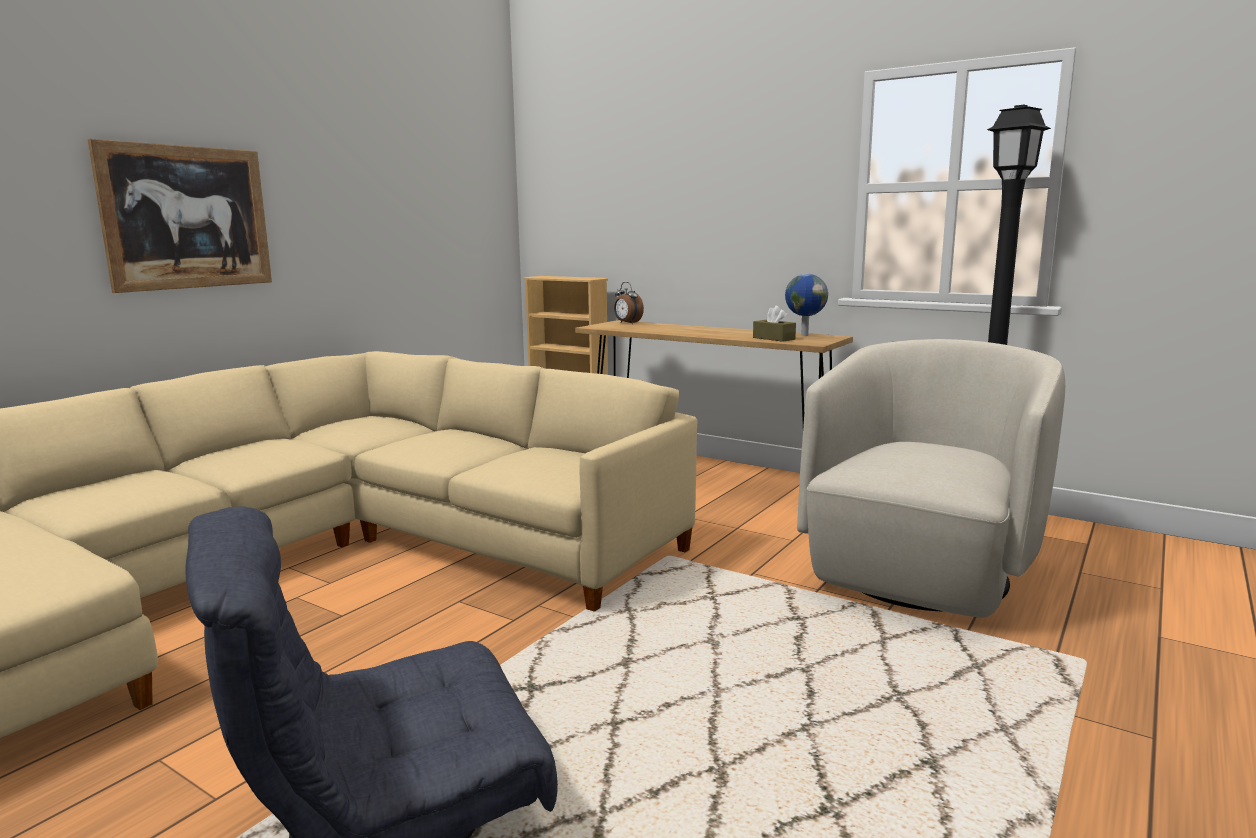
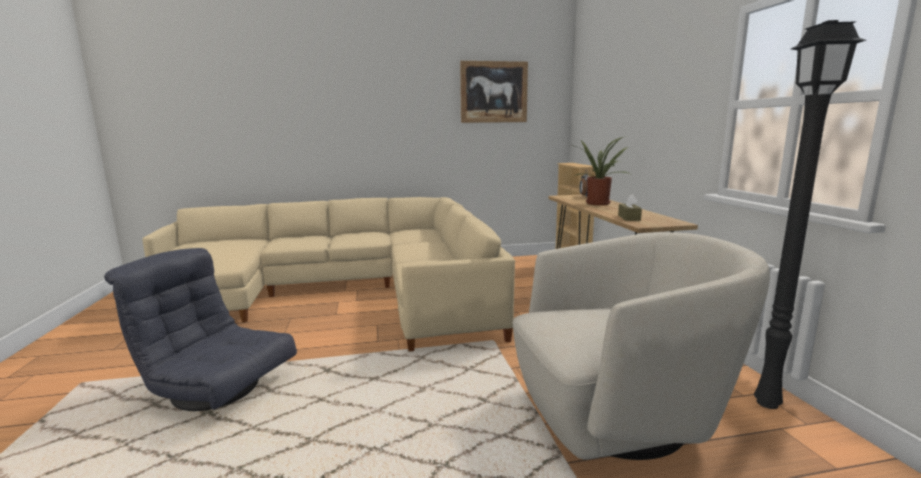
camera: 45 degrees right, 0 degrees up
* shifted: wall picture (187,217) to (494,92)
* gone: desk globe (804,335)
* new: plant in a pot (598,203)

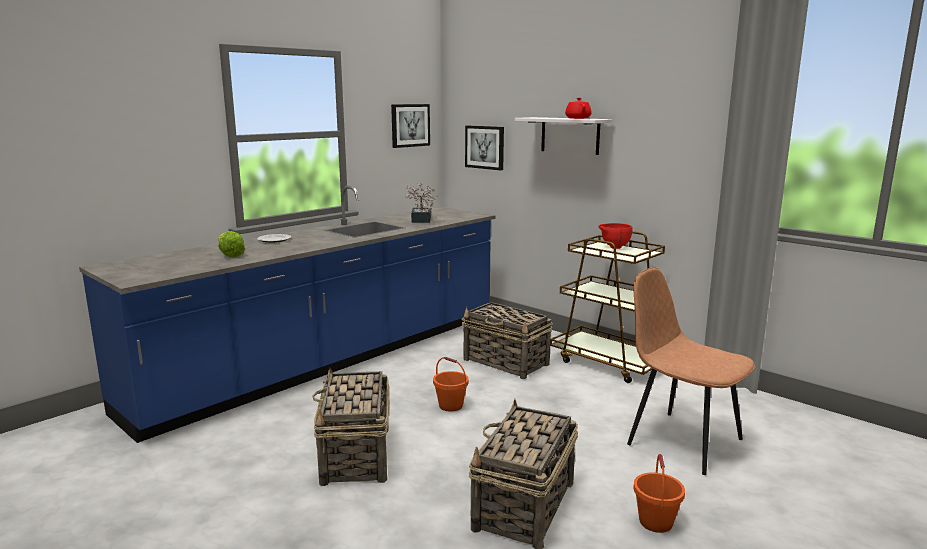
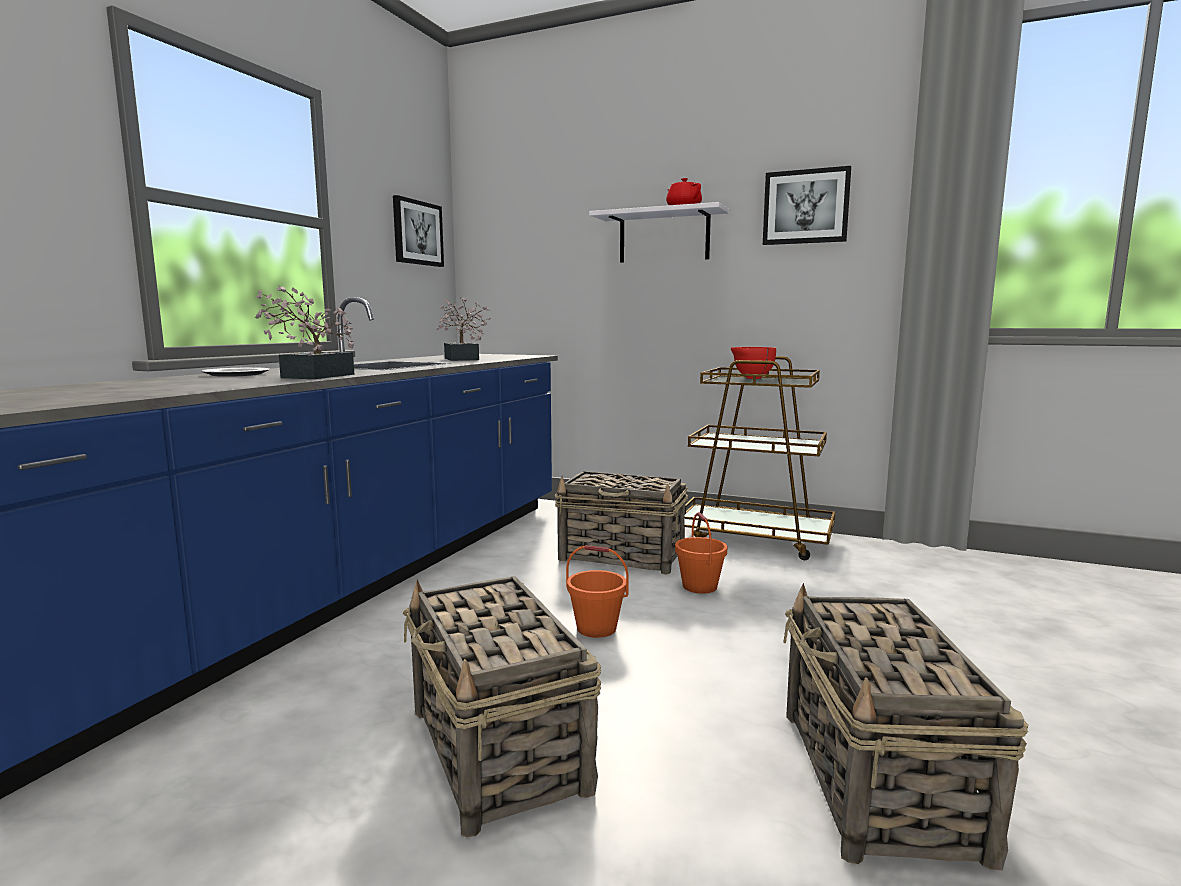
camera: 20 degrees left, 5 degrees down
* gone: head of lettuce (230,255)
* shifted: wall picture (485,147) to (806,207)
* gone: chair in brown (682,441)
* shifted: pail in orange-coloured (656,522) to (700,586)
* new: plant in a pot (312,377)

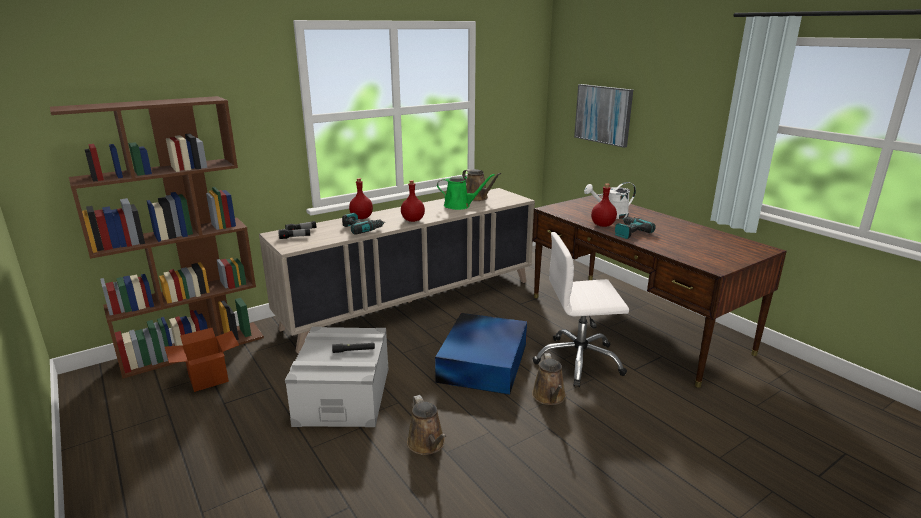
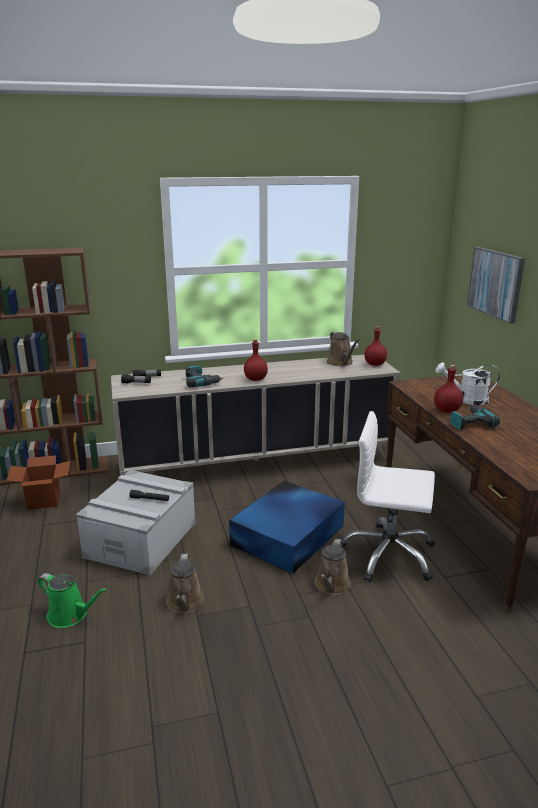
camera: 20 degrees right, 0 degrees up
* shifted: drink bottle in reddish (361,217) to (374,364)
* shifted: watering pot in greenish (460,206) to (70,615)

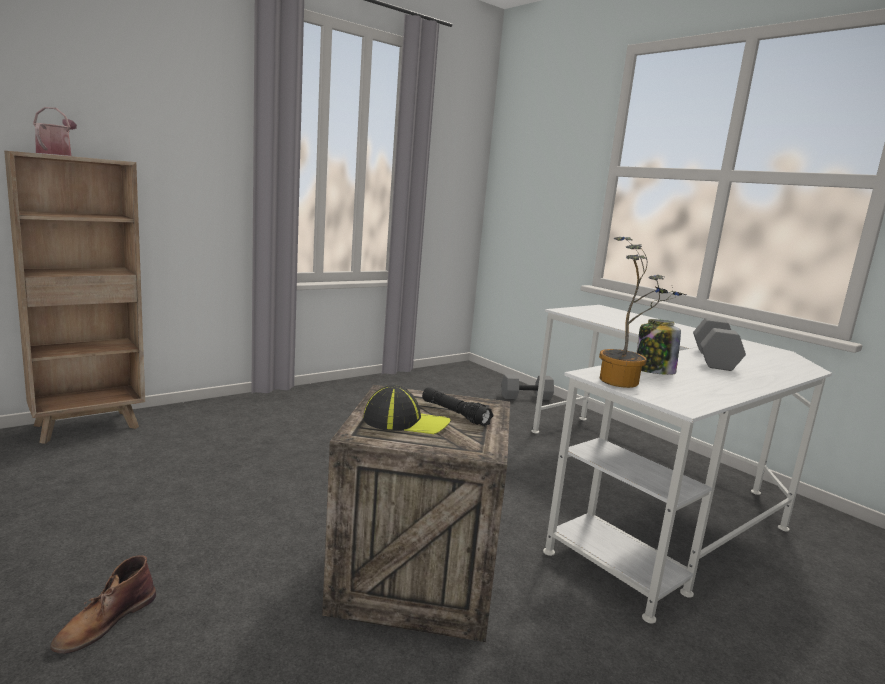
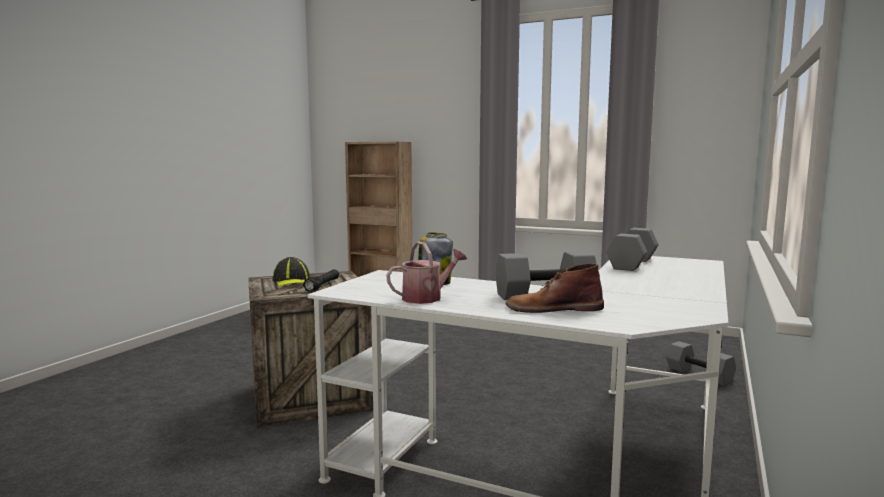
camera: 65 degrees right, 5 degrees down
* shifted: watering pot (56,154) to (427,297)
* shifted: boot in brown (105,621) to (553,308)
* gone: plant in a pot (625,382)
* new: hand weight in grey (633,264)

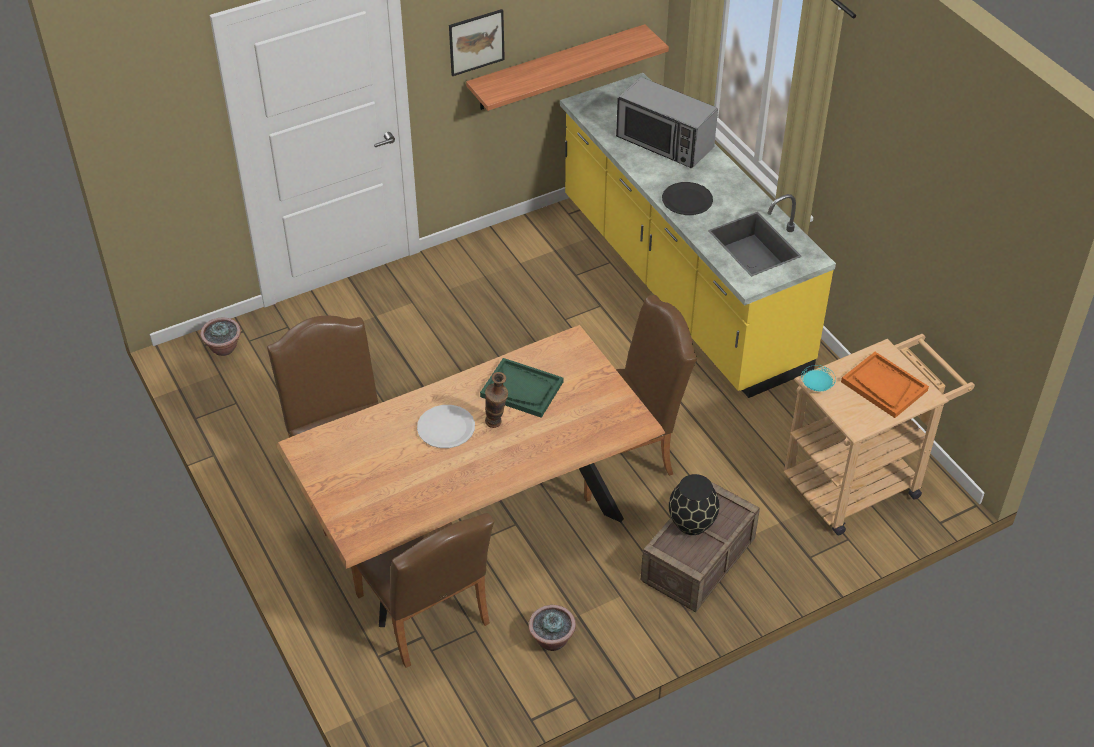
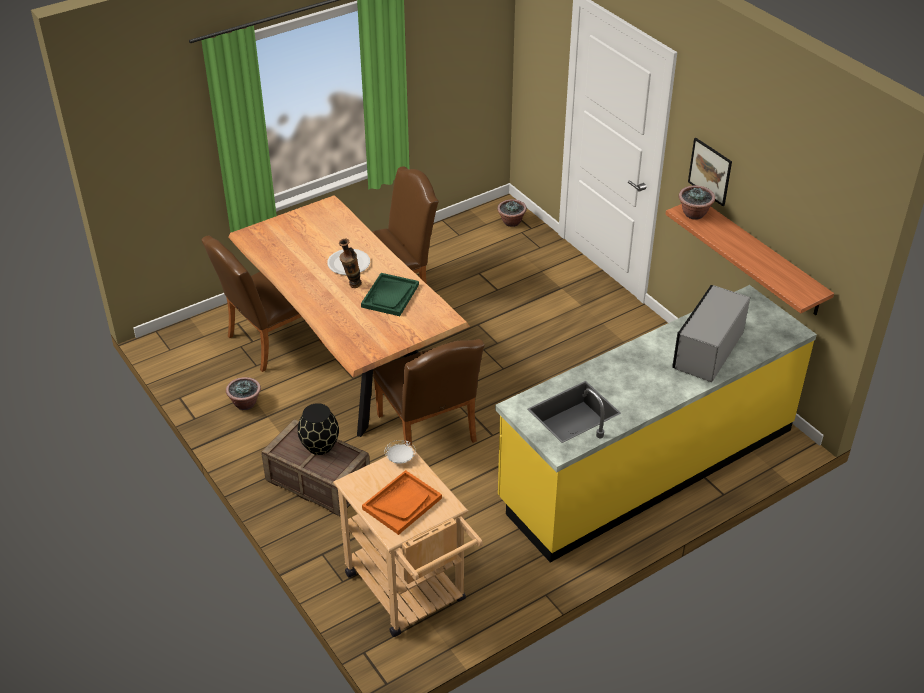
camera: 85 degrees right, 5 degrees down
* gone: flat dish in black-coloured (687,200)
* repainted: flat dish in turquoise (817,385) to flat dish in white-coloured (400,458)
* new: plant in a pot (694,214)

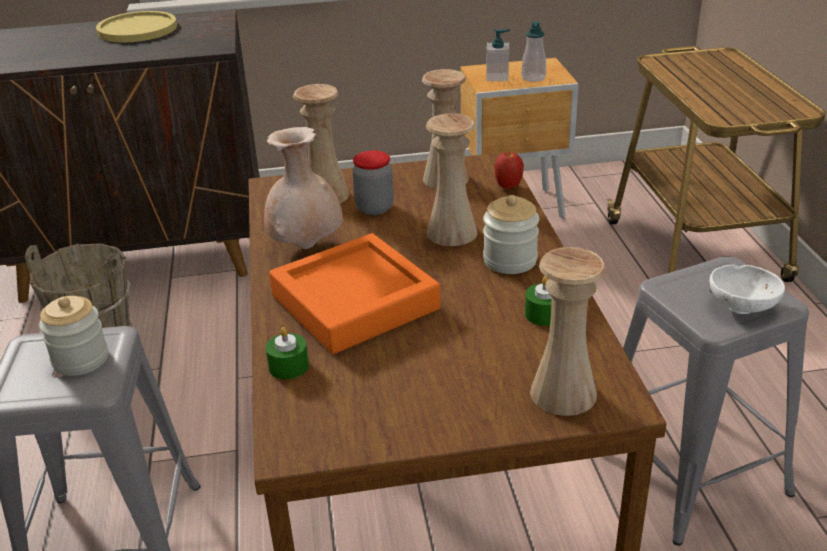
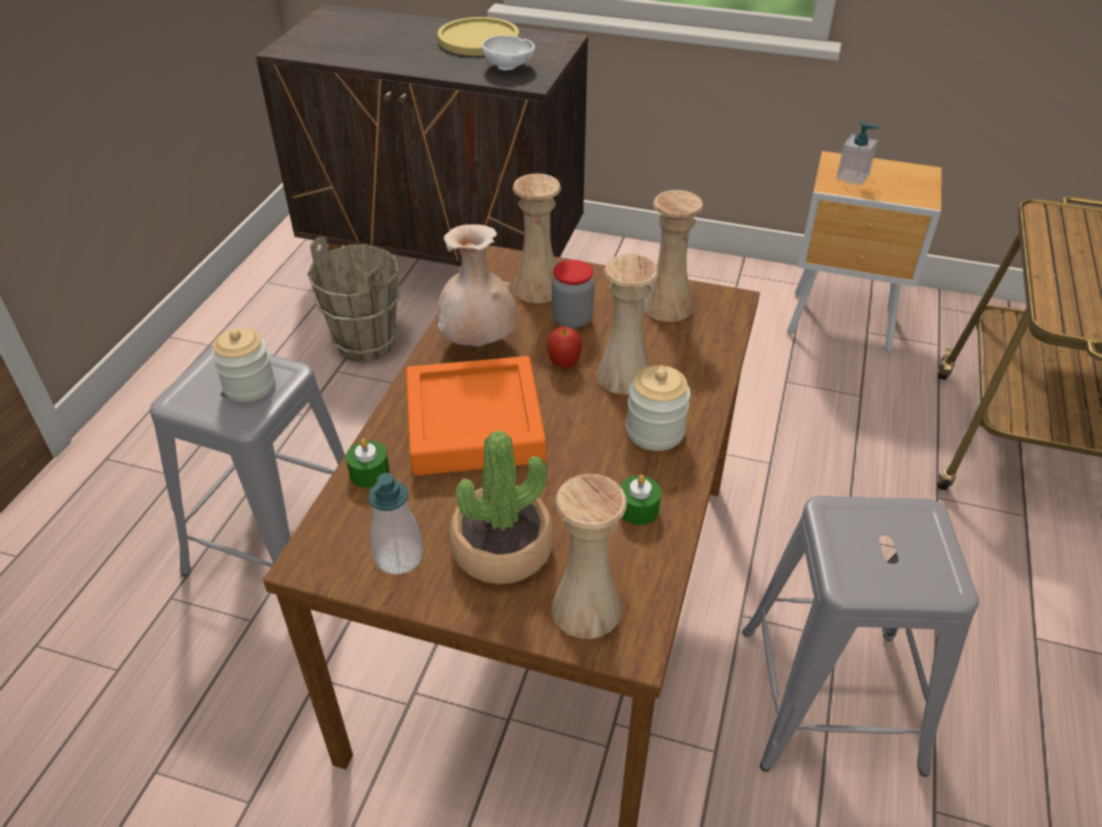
camera: 25 degrees right, 10 degrees up
* shifted: whole apple (508,187) to (564,364)
* shifted: soap bottle (533,78) to (399,557)
* shifted: bowl in white-coloured (743,306) to (509,67)
* new: plant in a pot (502,549)

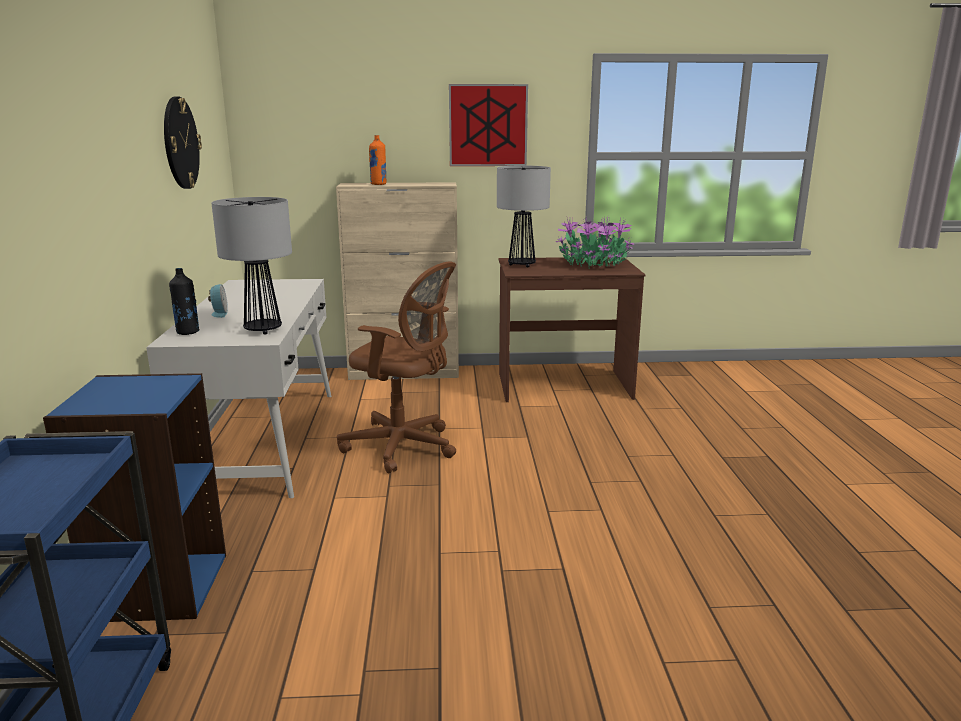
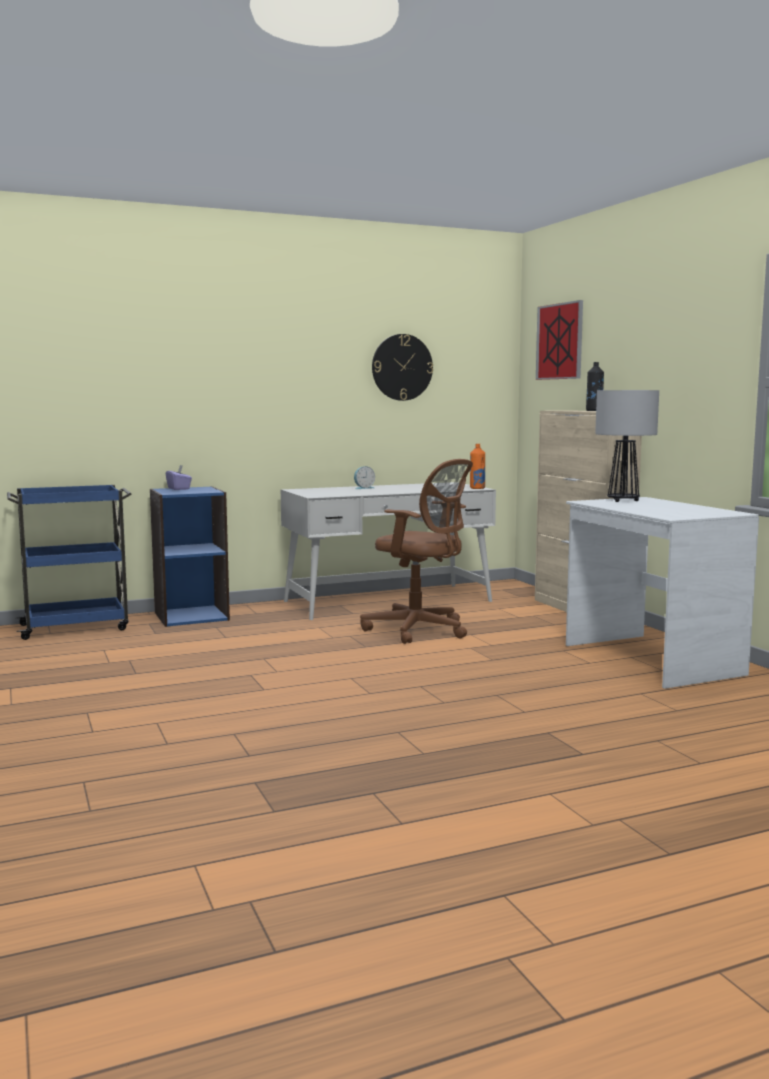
camera: 70 degrees right, 10 degrees down
* shifted: drink bottle in black-coloured (188,332) to (594,411)
* gone: table lamp (262,330)
* rotated: desk chair in brown (404,447) = (420,630) 60 degrees counterclockwise
* shifted: drink bottle in orange-coloured (378,184) to (477,488)
* shifted: wall picture (488,125) to (560,341)
* repainted: desk in brown (563,386) to desk in white-coloured (649,659)
* gone: plant in a pot (594,265)
* new: box of tissues in purplish (179,489)

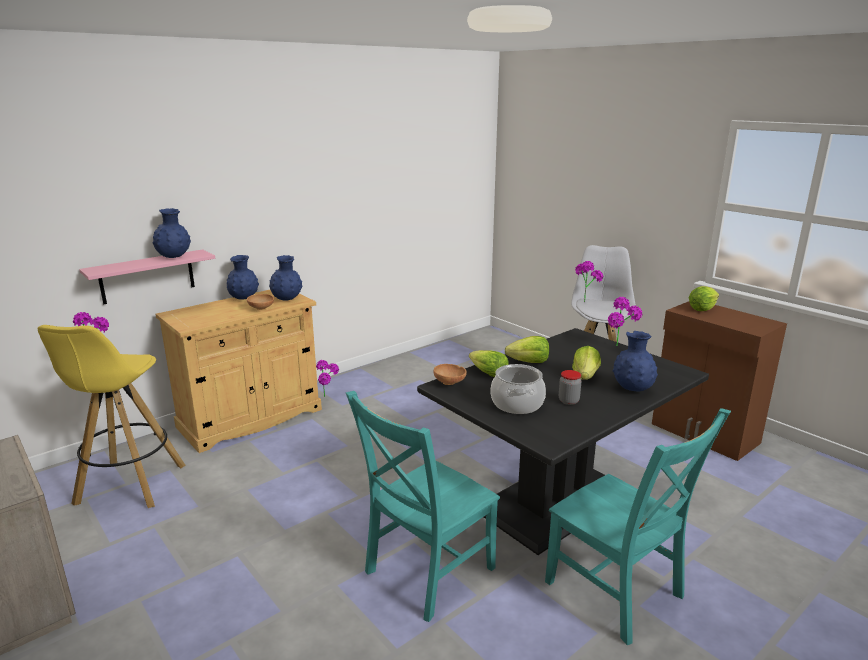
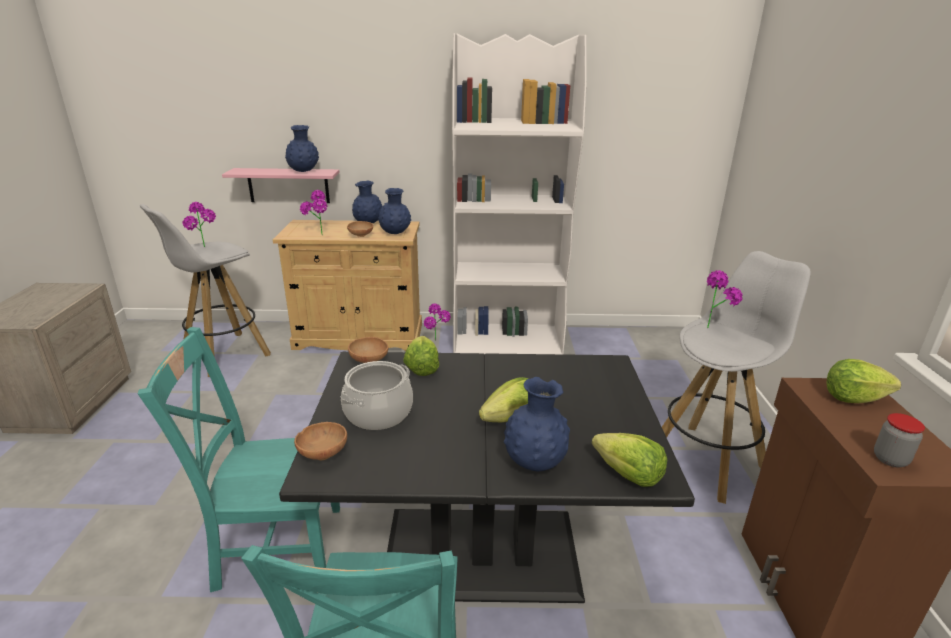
camera: 40 degrees right, 5 degrees up
* repainted: sitting stool in yellow (130,485) to sitting stool in white-coloured (224,355)
* shifted: head of lettuce (529,362) to (628,475)
* shifted: preserve jar (568,401) to (890,459)
* shifted: plant in a pot (620,348) to (318,236)
* new: bowl in brown (323,453)
* new: bookshelf in white-coloured (507,341)

